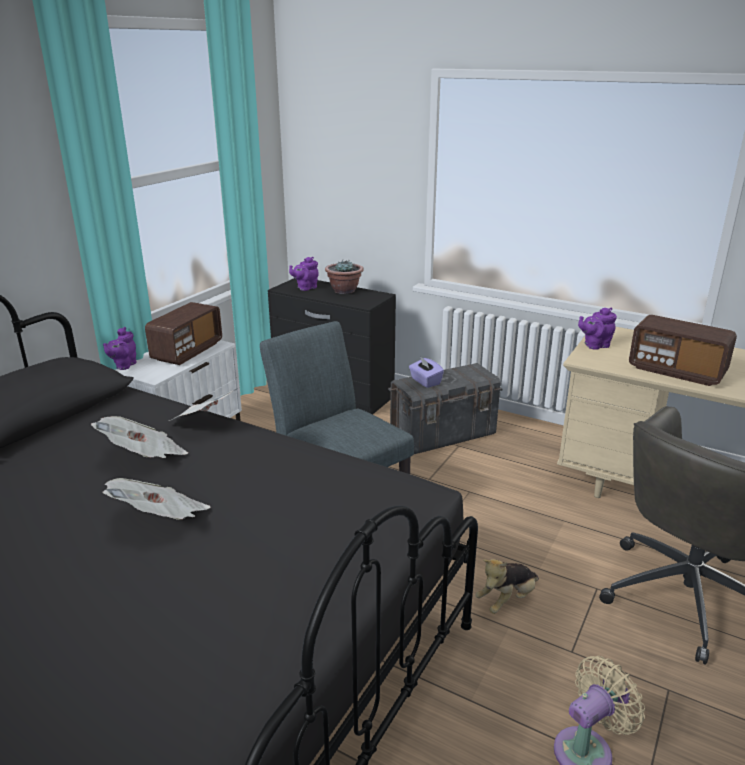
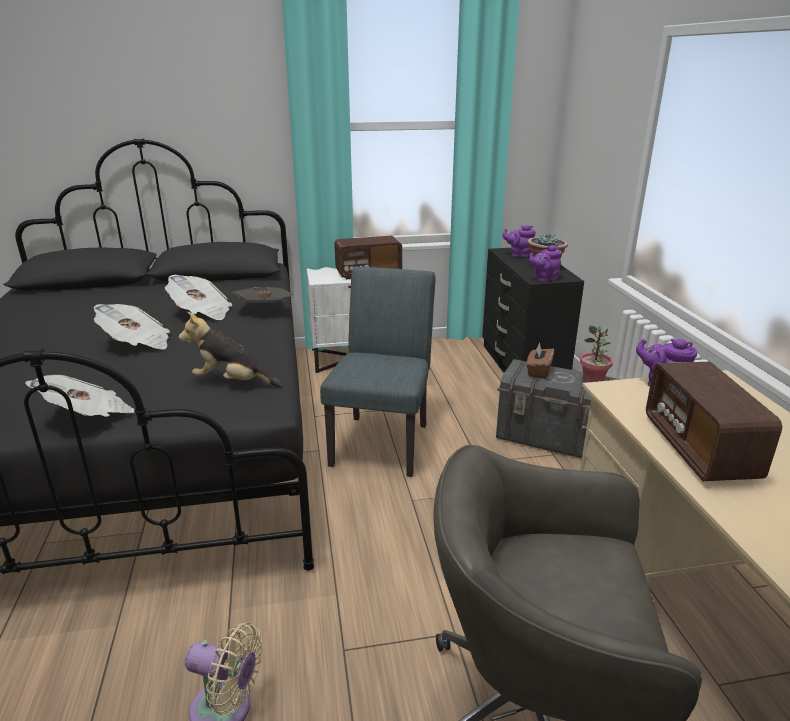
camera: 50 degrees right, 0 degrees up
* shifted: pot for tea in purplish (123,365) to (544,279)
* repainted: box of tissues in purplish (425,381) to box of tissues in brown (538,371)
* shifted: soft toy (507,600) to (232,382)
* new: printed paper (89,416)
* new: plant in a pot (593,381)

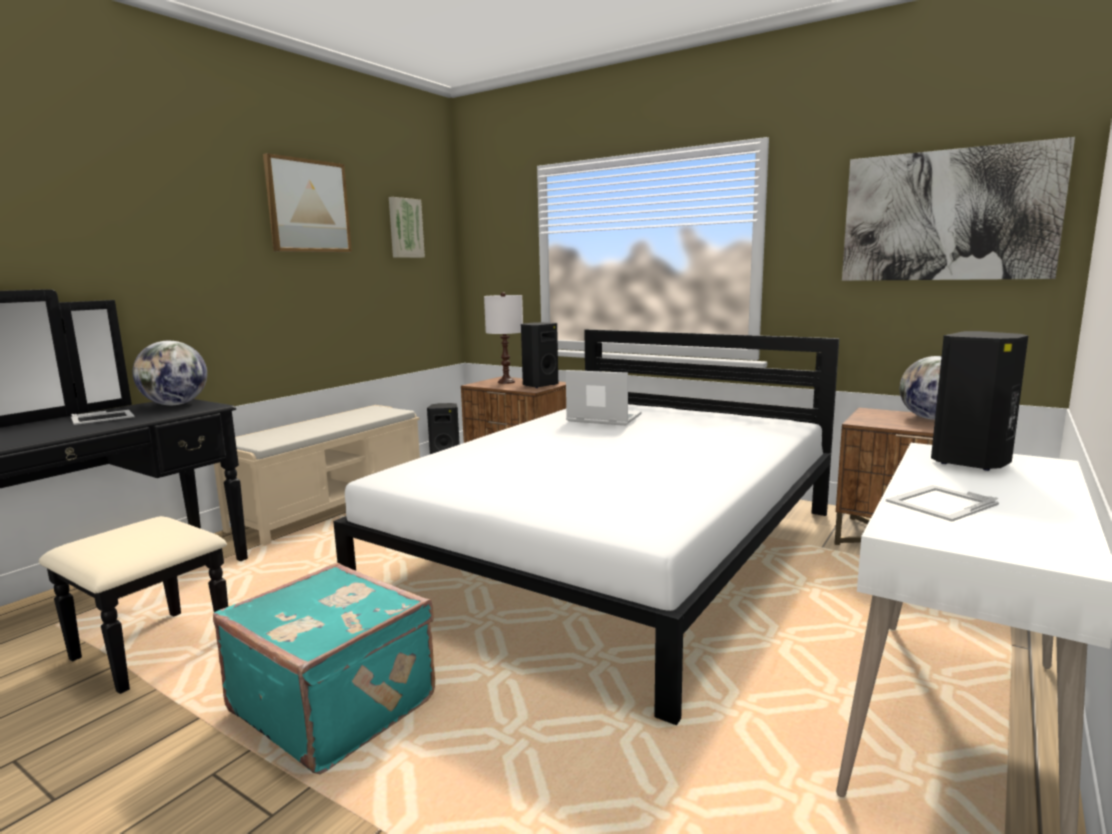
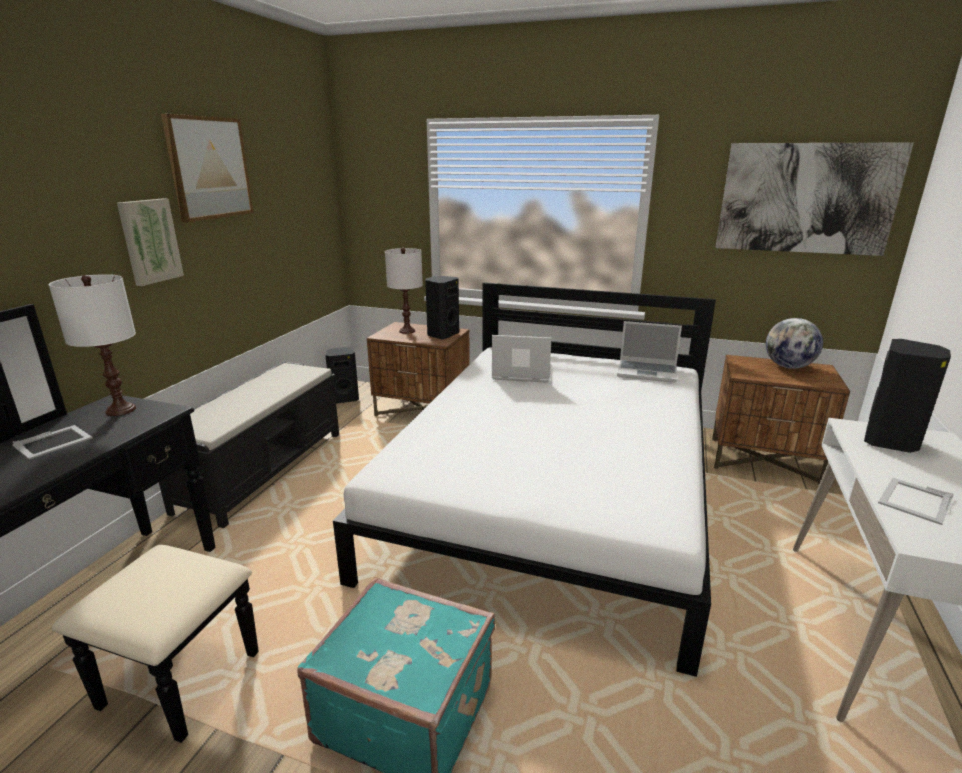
camera: 15 degrees left, 10 degrees up
* swapped: desk globe (175,404) to table lamp in white-coloured (121,410)
* repainted: indoor bench in beige (332,506) to indoor bench in black-coloured (264,469)
* shifted: wall picture (405,228) to (149,241)
* new: notebook computer (647,372)

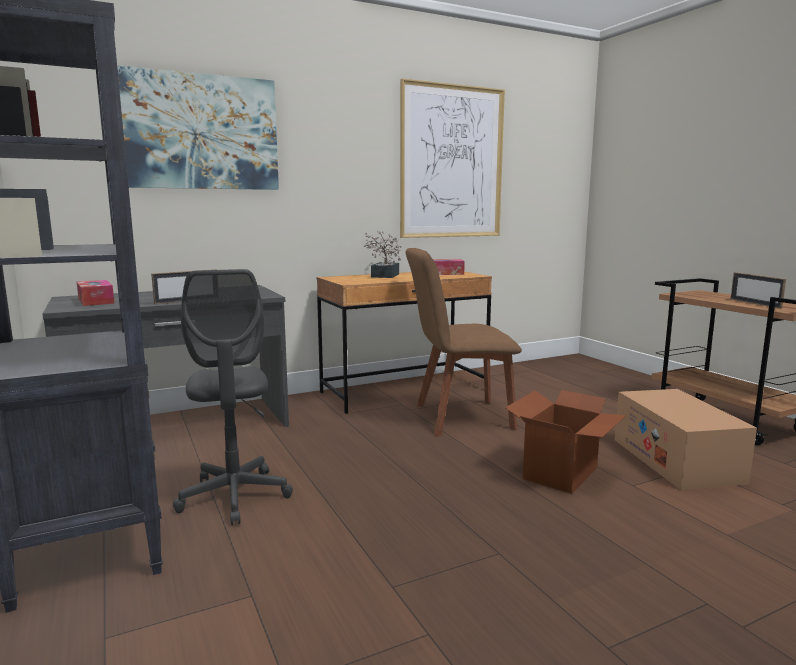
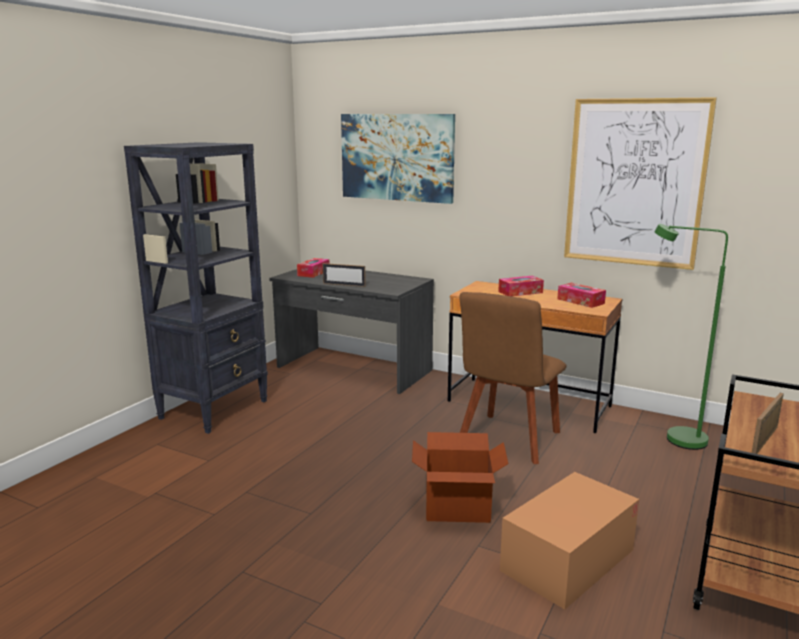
camera: 55 degrees right, 5 degrees up
* gone: desk chair in grey (234,496)
* swapped: plant in a pot (383,276) to box of tissues (520,292)
* rotated: chair in brown (458,417) = (507,440) 105 degrees counterclockwise
* new: standard lamp in greenish (675,438)

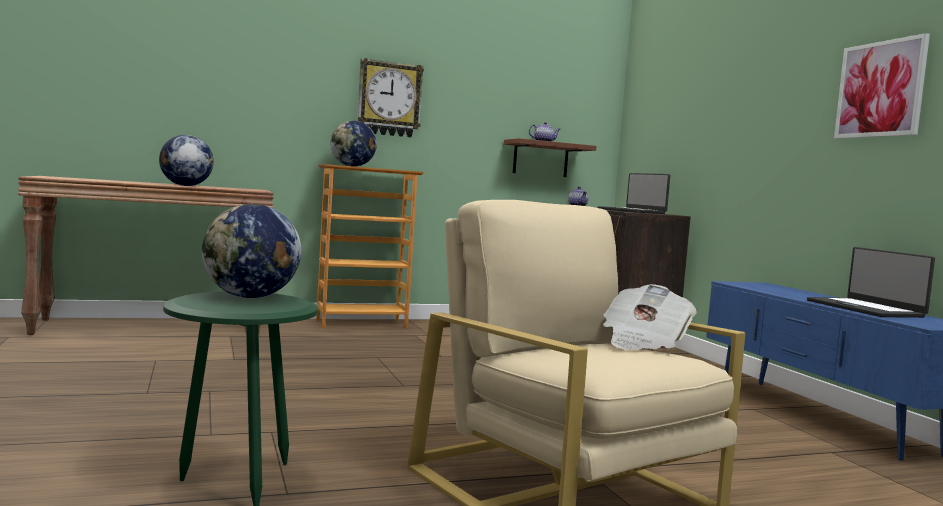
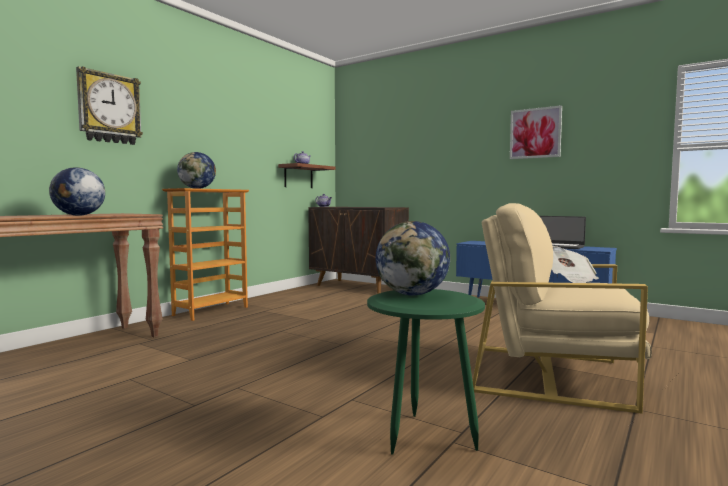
camera: 35 degrees left, 0 degrees up
* shifted: clock on the wall (389,99) to (109,108)
* gone: notebook computer (632,211)

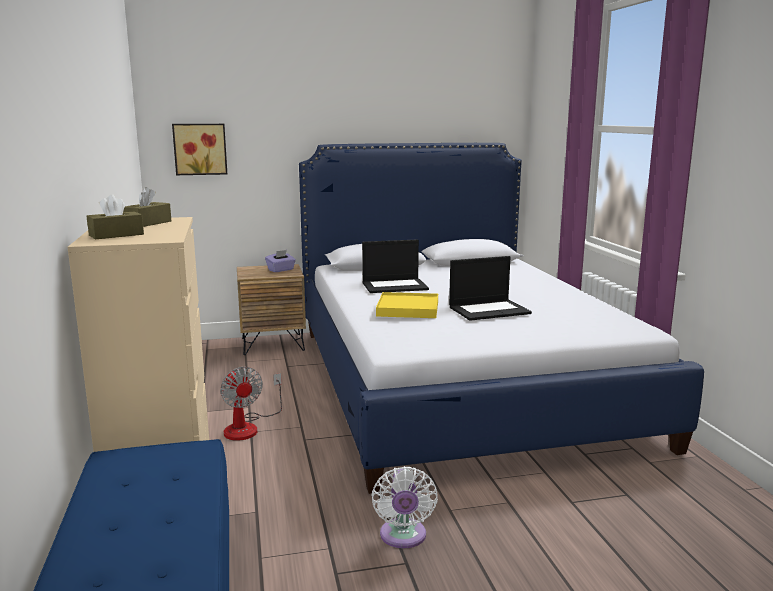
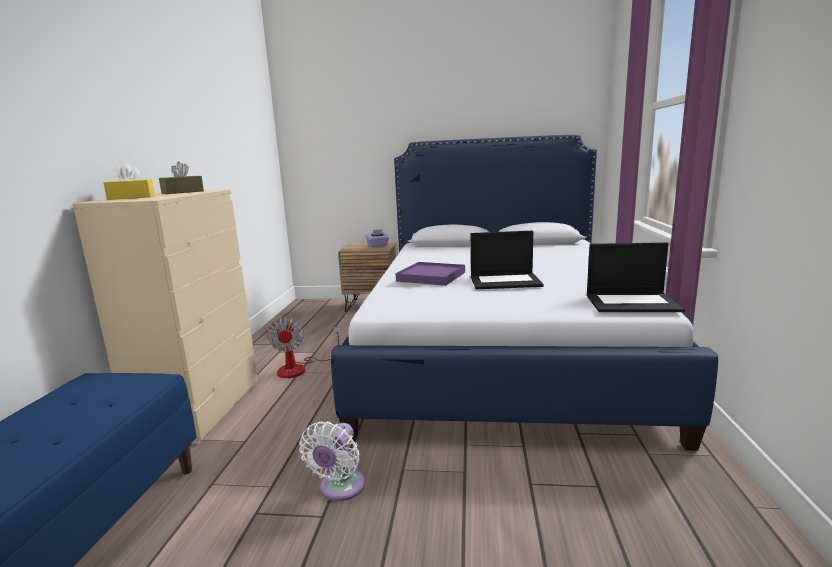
camera: 20 degrees right, 0 degrees up
* repainted: box of tissues in brown (116,235) to box of tissues in yellow (131,197)
* gone: wall picture (200,149)
* shifted: notebook computer (395,286) to (632,303)
* repainted: serving tray in yellow (408,309) to serving tray in purplish (431,277)

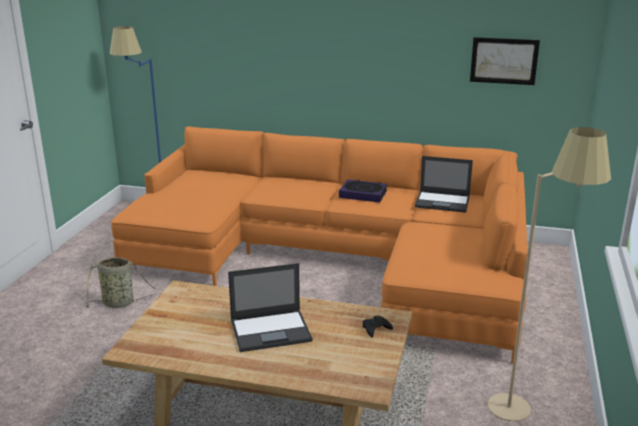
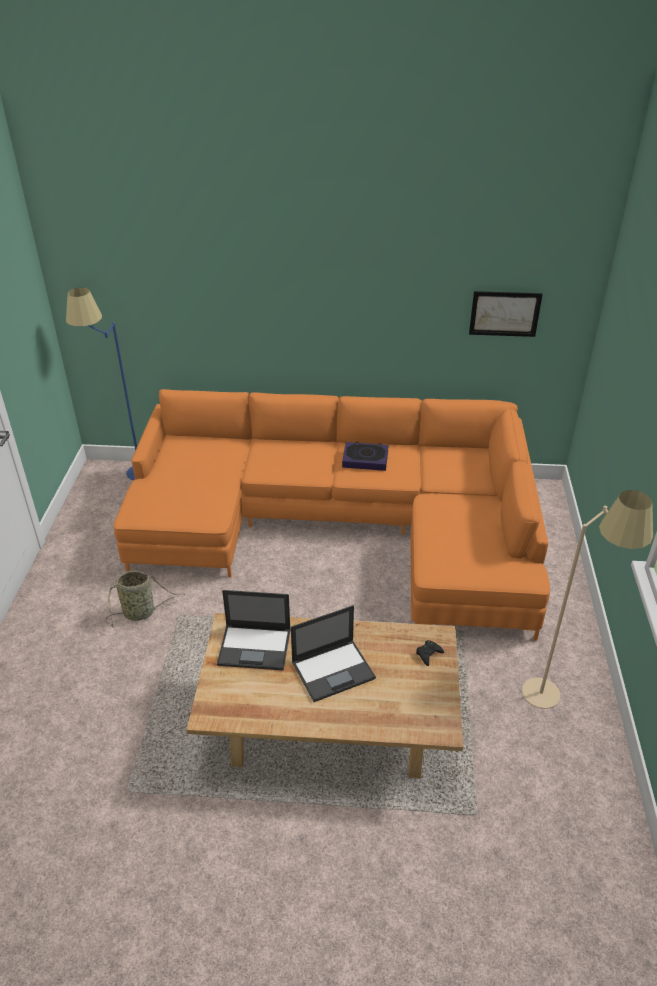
camera: 10 degrees left, 15 degrees up
* shifted: notebook computer (443,202) to (255,647)

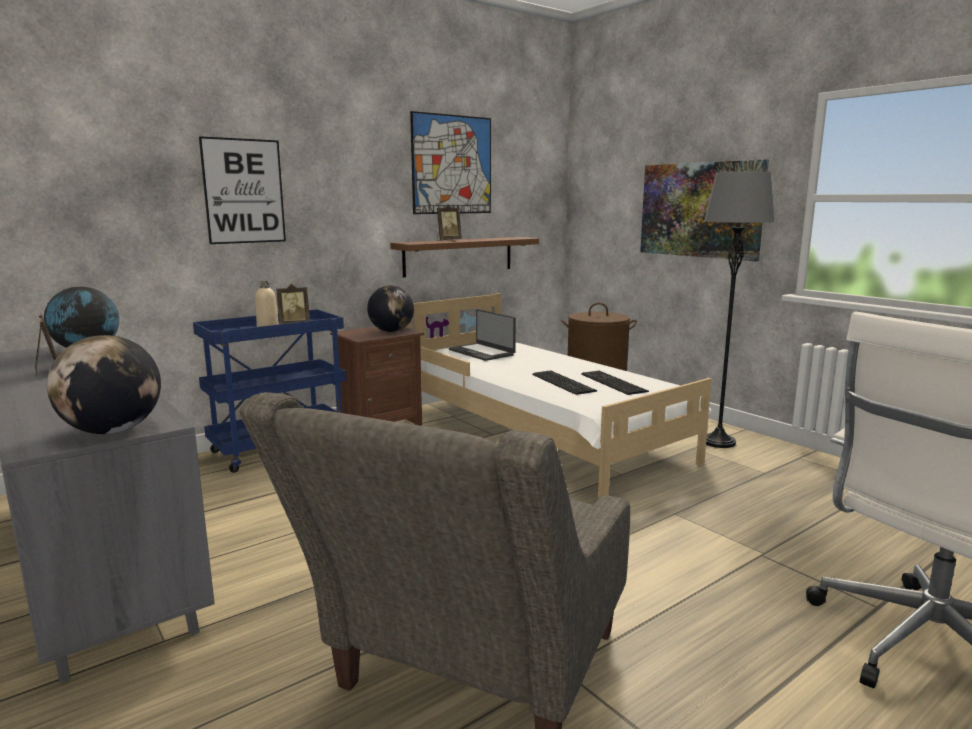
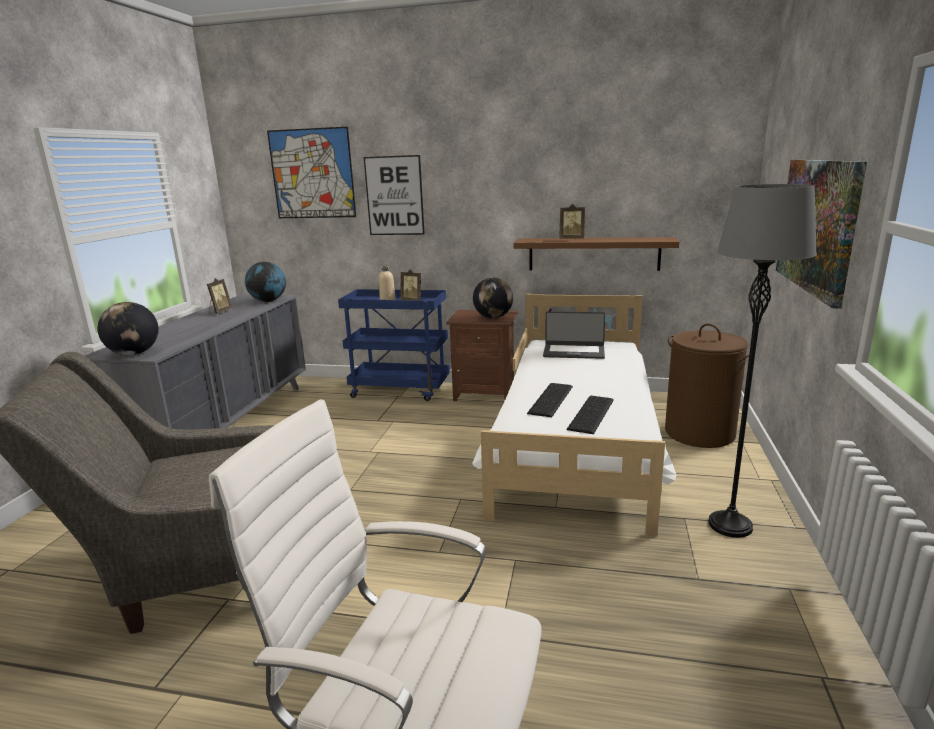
camera: 50 degrees right, 5 degrees up
* shifted: wall picture (452,165) to (312,174)
* rotated: notebook computer (482,352) = (574,352) 90 degrees counterclockwise

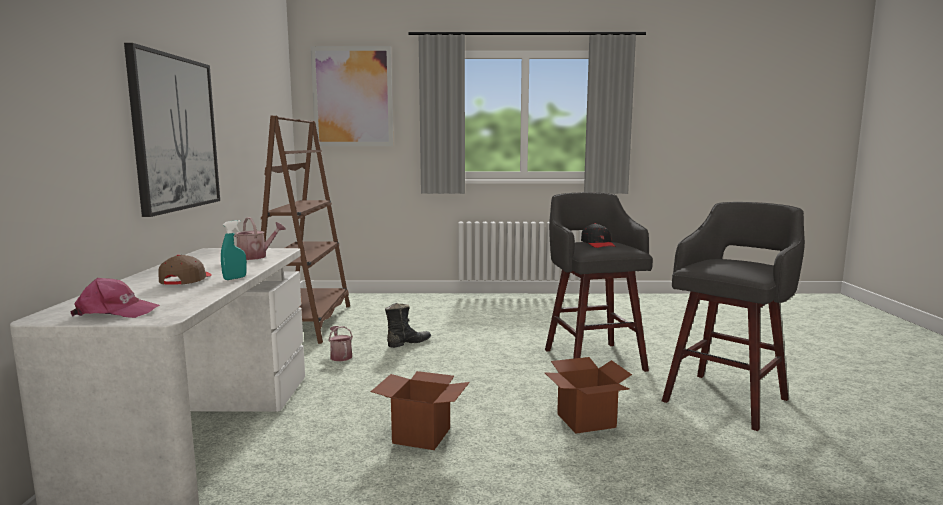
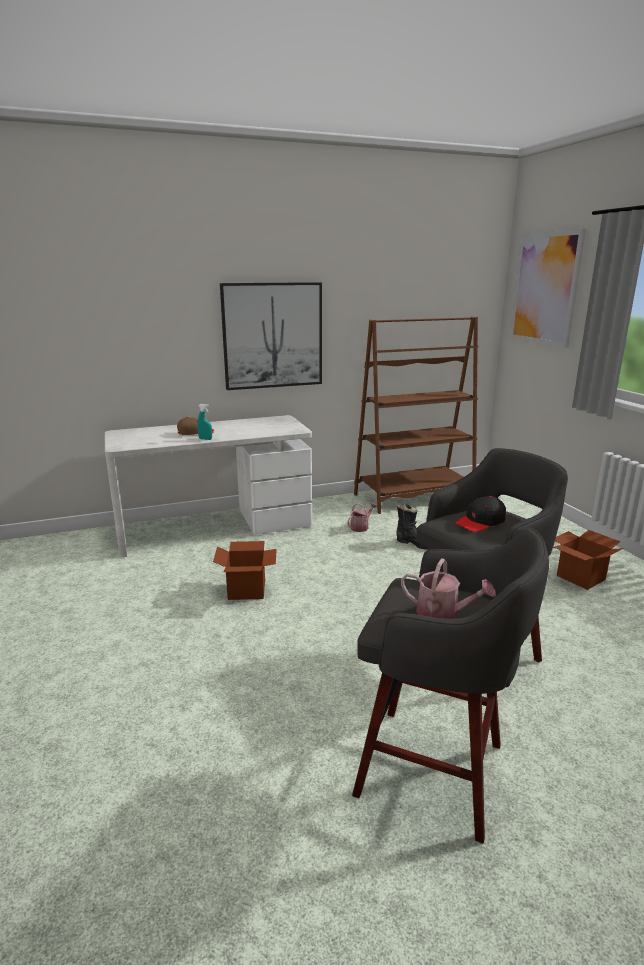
camera: 70 degrees right, 10 degrees up
* gone: cap in pinkish (116,312)
* shifted: watering pot (256,256) to (443,614)
* shifted: packing box (586,420) to (581,577)

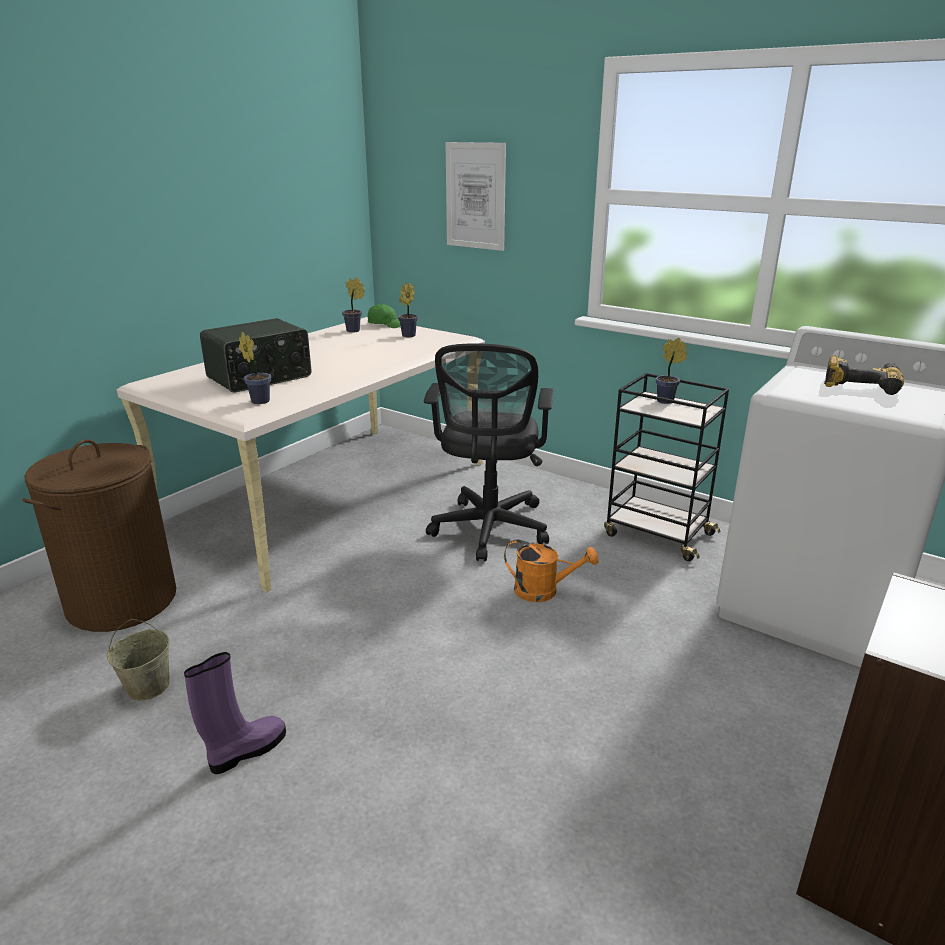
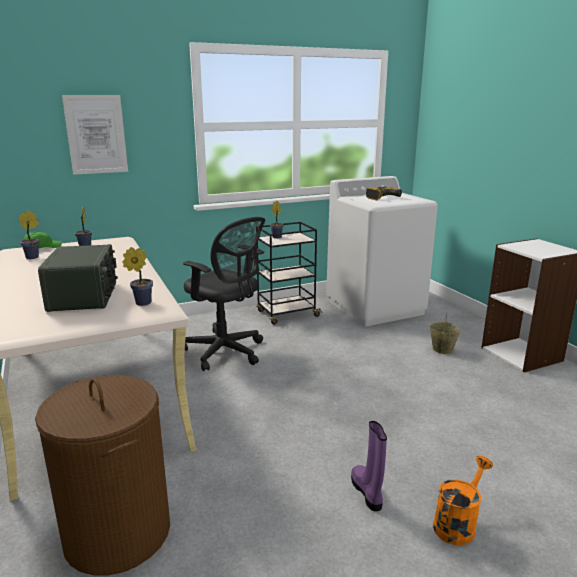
camera: 60 degrees left, 5 degrees down
* shifted: pail in beige (149,686) to (442,349)
* shifted: watering pot in orange-coloured (544,591) to (458,523)

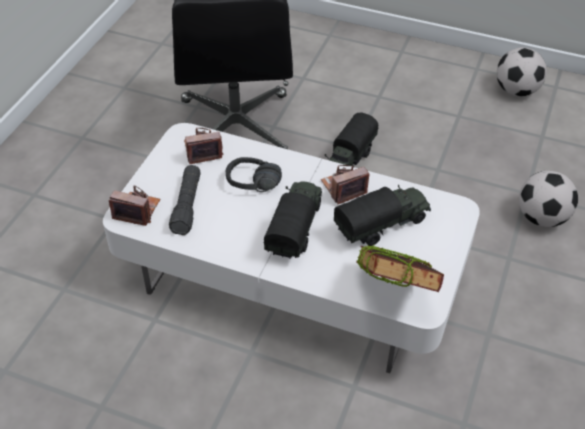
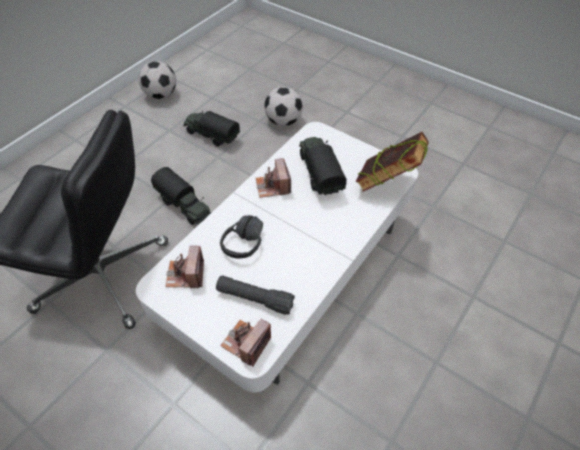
camera: 75 degrees left, 5 degrees up
* shifted: model truck (295,229) to (211,135)

